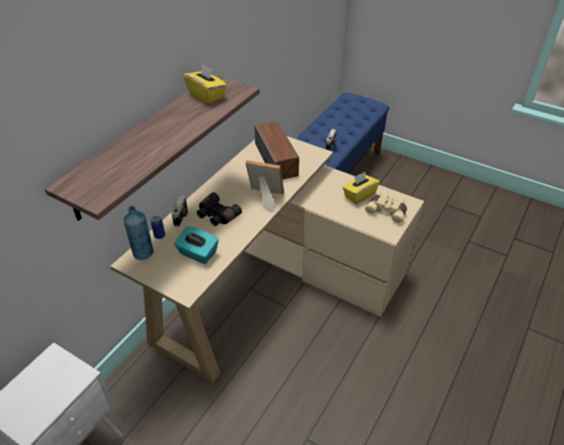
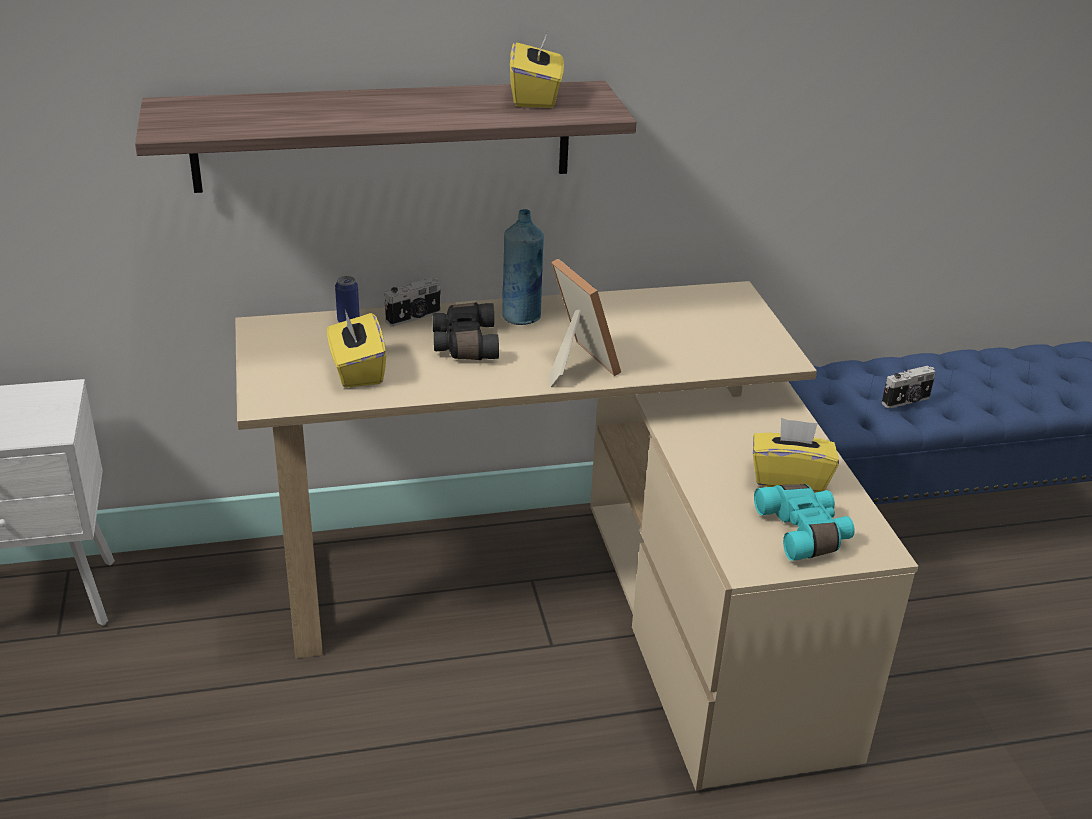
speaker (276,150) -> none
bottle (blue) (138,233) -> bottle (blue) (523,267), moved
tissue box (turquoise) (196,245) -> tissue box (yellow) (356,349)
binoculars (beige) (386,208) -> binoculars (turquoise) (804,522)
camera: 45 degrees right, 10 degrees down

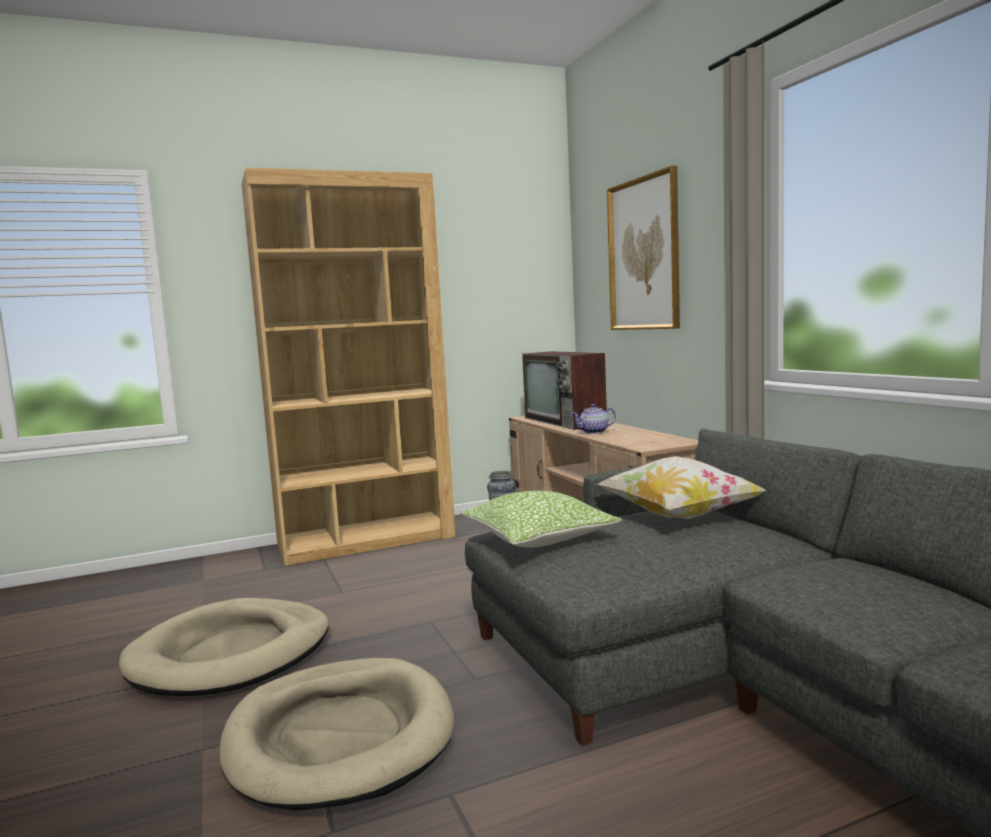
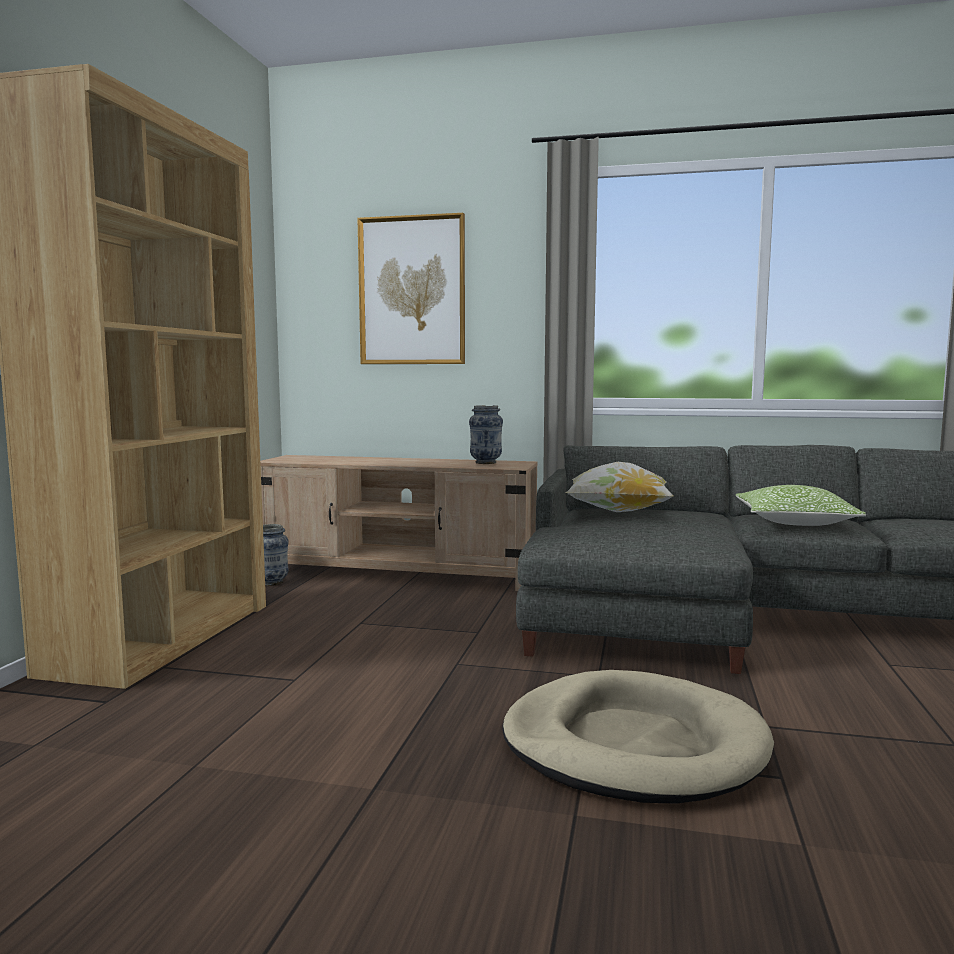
dog bed (beige) (224,647) -> none
television (564,390) -> none
teapot (593,419) -> none
none -> vase (486,434)
pillow (541,519) -> pillow (800,505), moved
camera: 55 degrees left, 0 degrees up

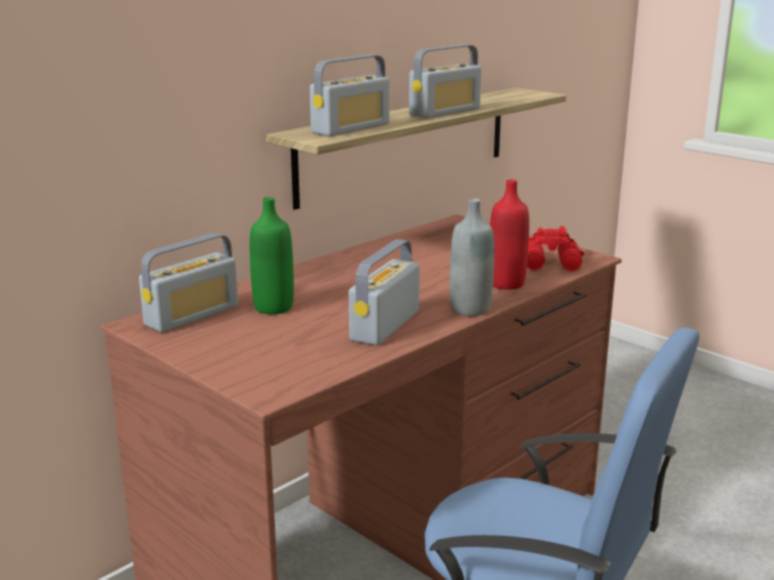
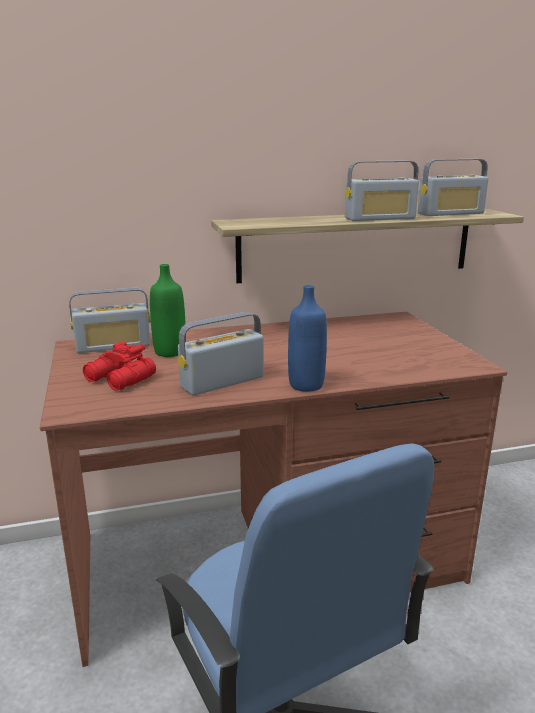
bottle (red) (509,235) -> none
radio (349,95) -> radio (453,187), moved
binoculars (red) (555,249) -> binoculars (red) (119,366), moved
bottle (grey) (472,257) -> bottle (blue) (307,338)
camera: 30 degrees right, 0 degrees up

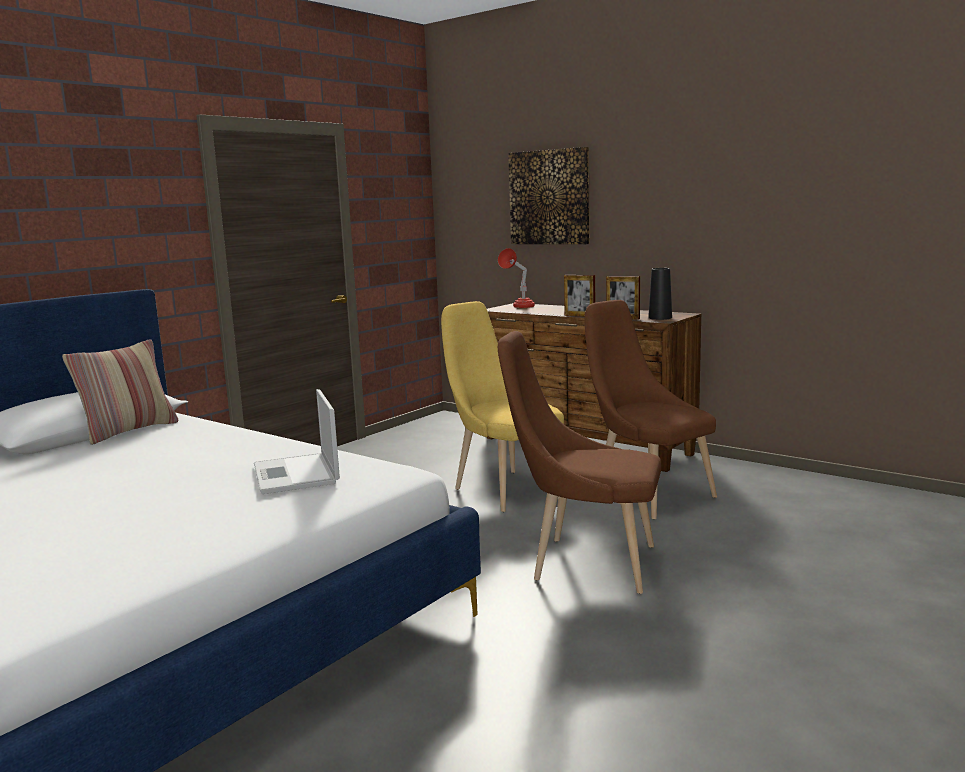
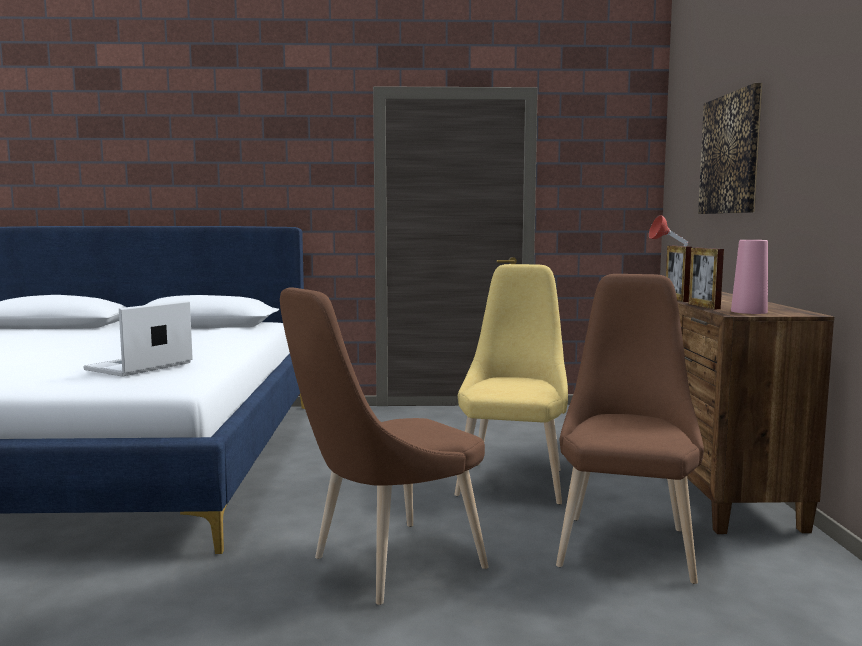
pillow (120,392) -> none
vase (black) (660,294) -> vase (pink) (749,277)
chair (brown) (579,462) -> chair (brown) (384,446), 105 degrees counterclockwise
camera: 50 degrees right, 5 degrees down

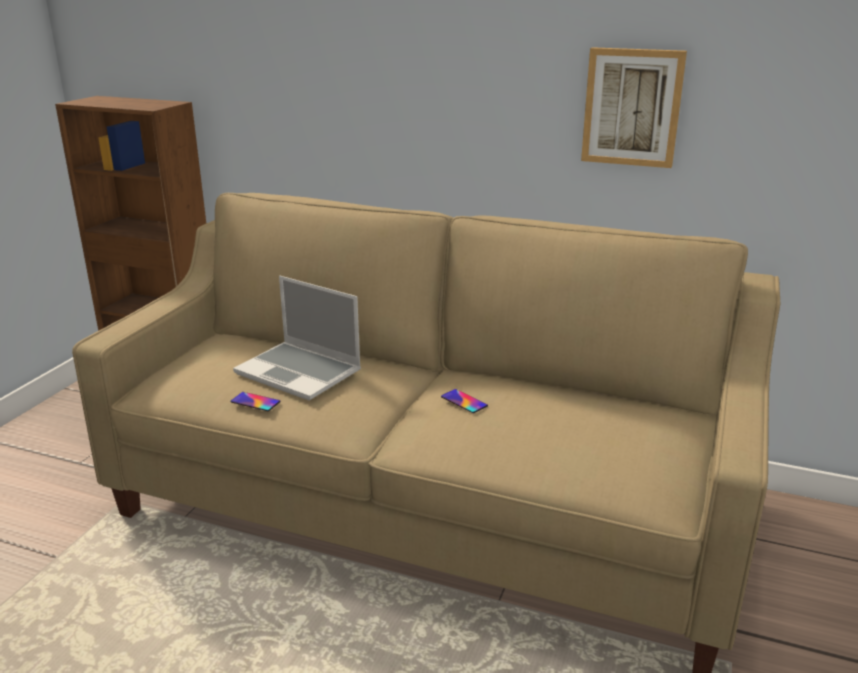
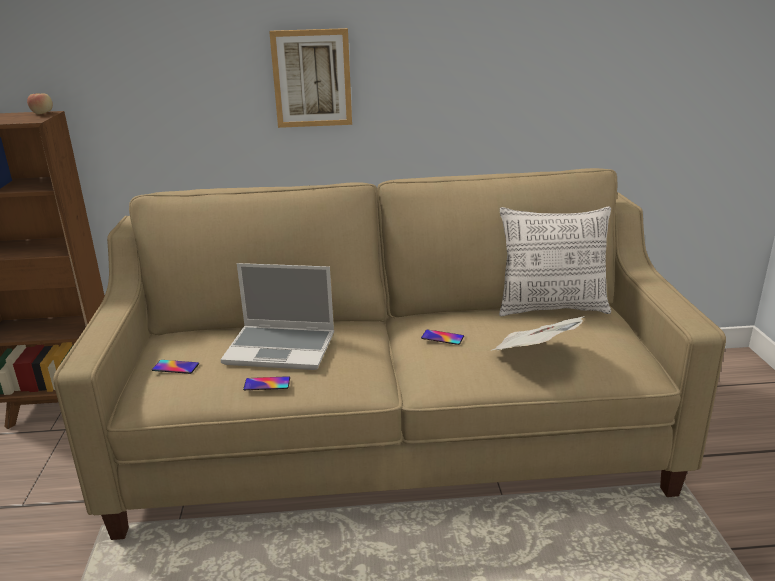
none -> apple (40,104)
none -> phone (175,367)
none -> newspaper (538,333)
none -> pillow (555,261)
picture (634,107) -> picture (310,78), moved
camera: 25 degrees left, 0 degrees up

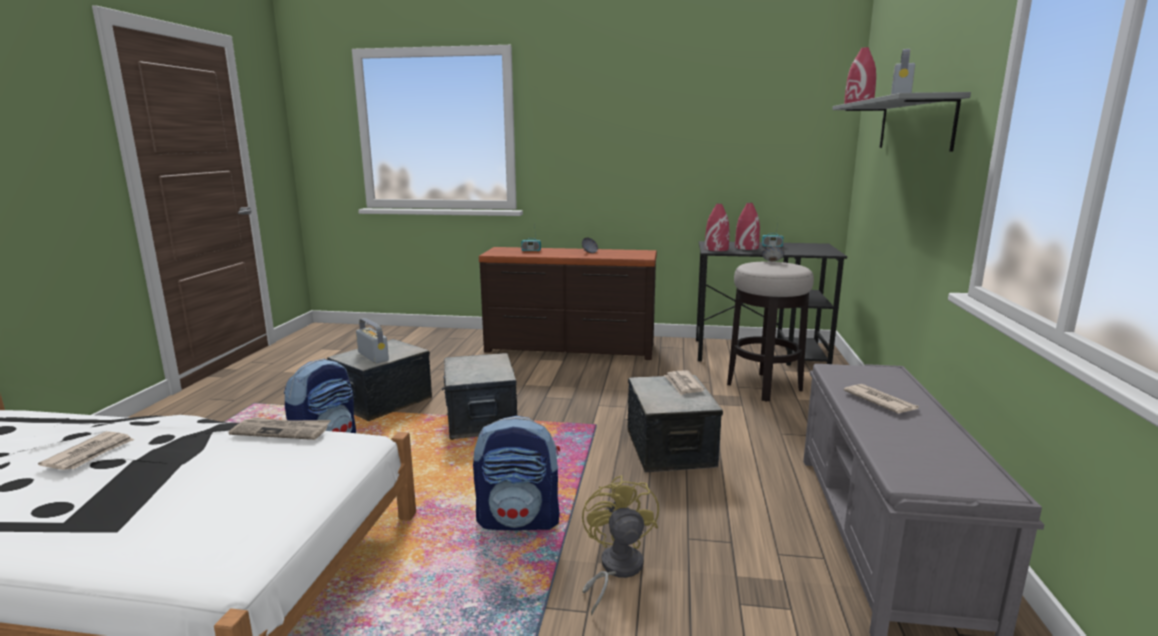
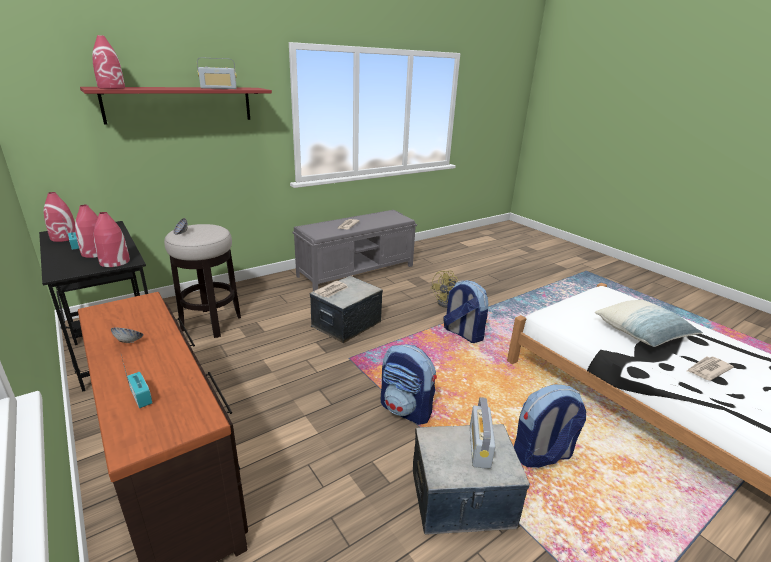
newspaper (280,429) -> none
none -> vase (red) (59,217)
none -> pillow (649,323)
storage box (479,396) -> backpack (409,384)
shelf (grey) (901,122) -> shelf (red) (176,106)
camera: 135 degrees left, 10 degrees up

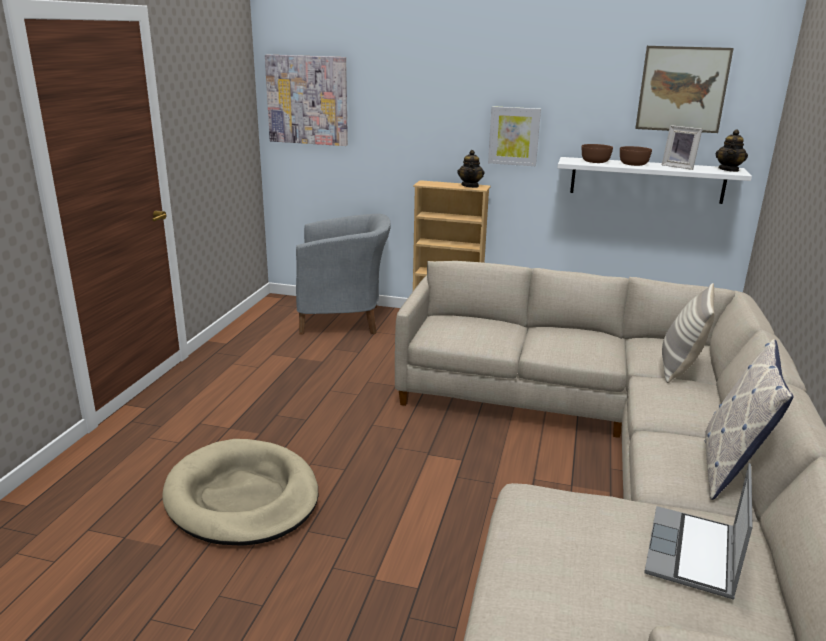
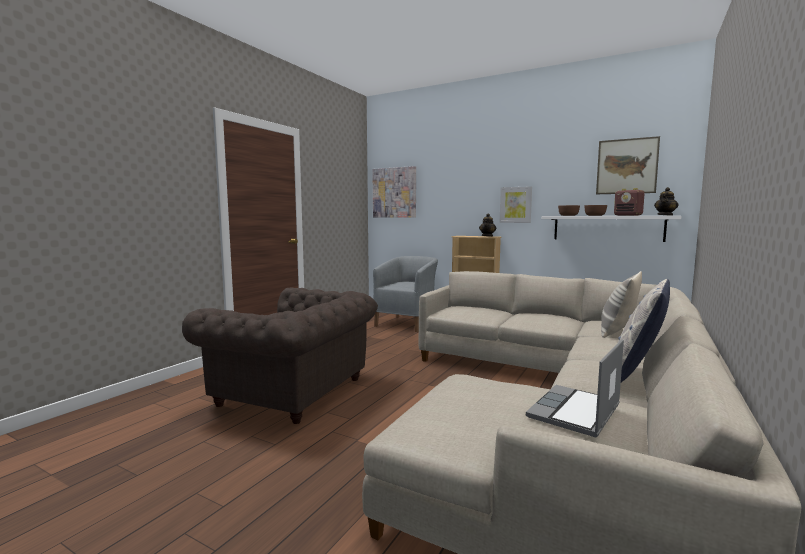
dog bed (beige) (240,492) -> armchair (brown) (280,355)
picture frame (682,147) -> radio (629,202)
armchair (grey) (343,274) -> armchair (grey) (405,294), 75 degrees counterclockwise
camera: 15 degrees right, 15 degrees down

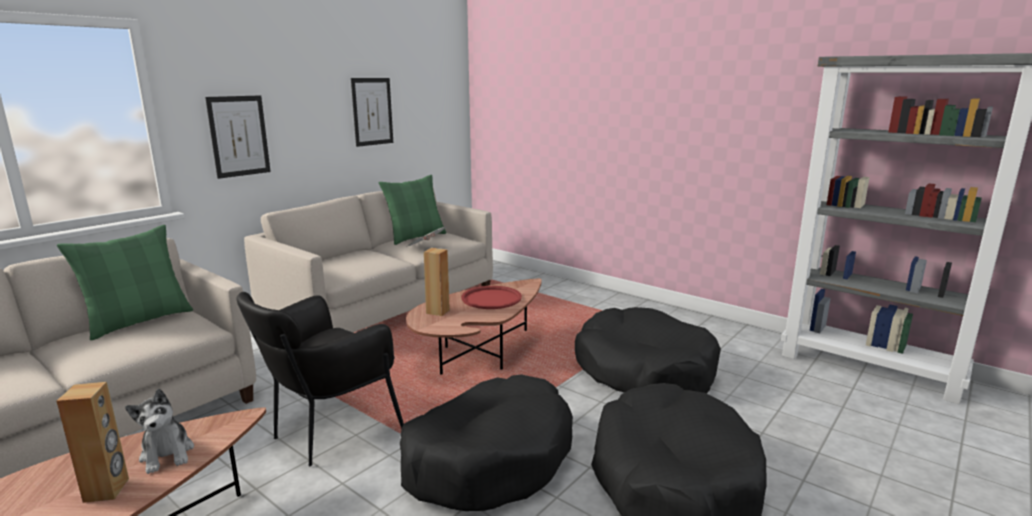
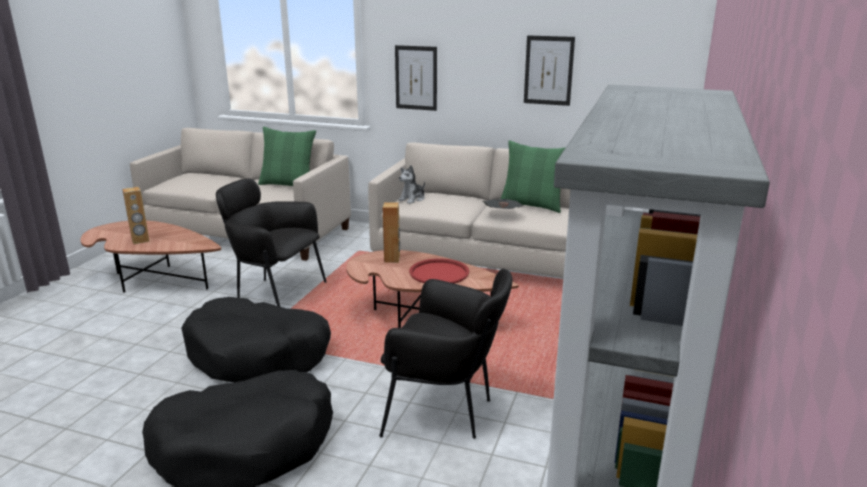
plush toy (159,431) -> plush toy (411,184), moved
dog bed (black) (648,350) -> armchair (black) (445,354)
camera: 70 degrees right, 5 degrees up

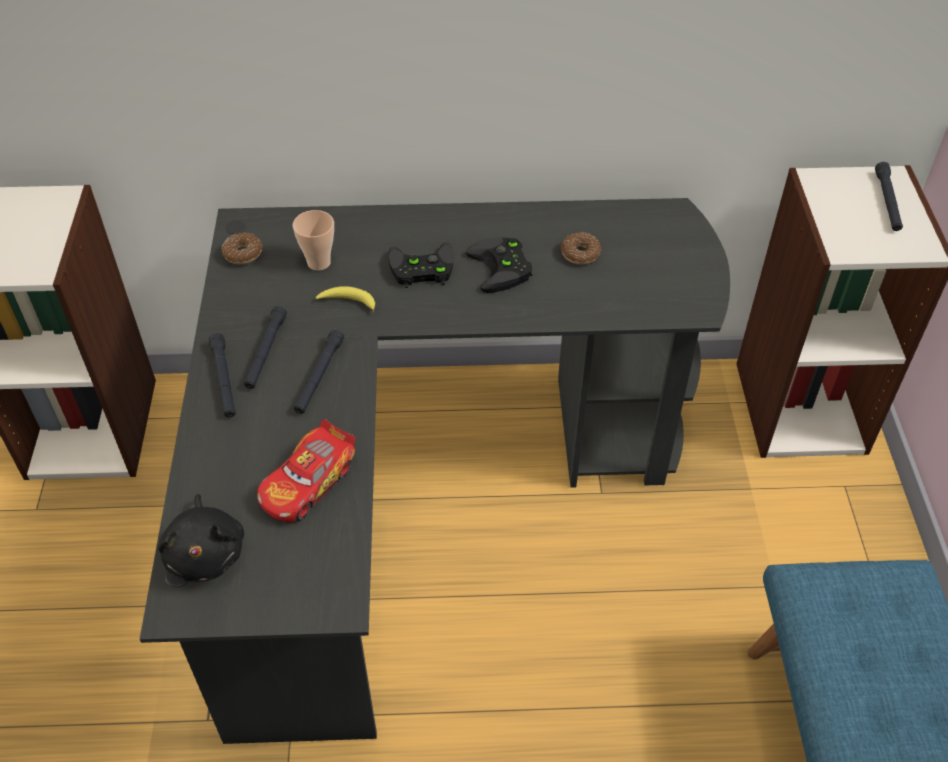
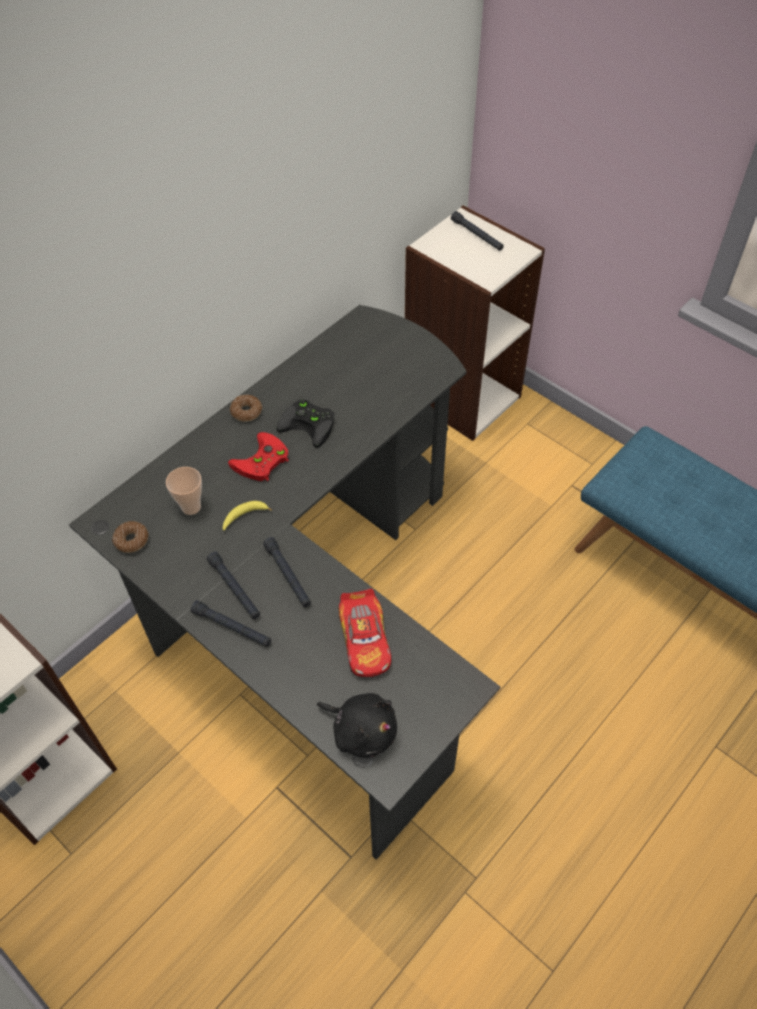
donut (581,248) -> donut (246,408), moved
game controller (black) (421,265) -> game controller (red) (258,456)
camera: 45 degrees left, 5 degrees up

